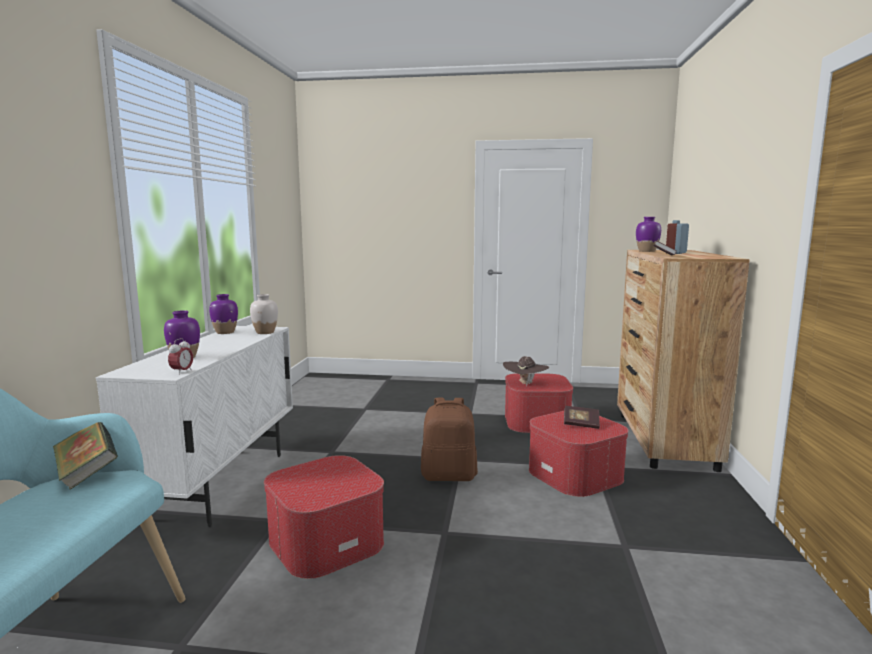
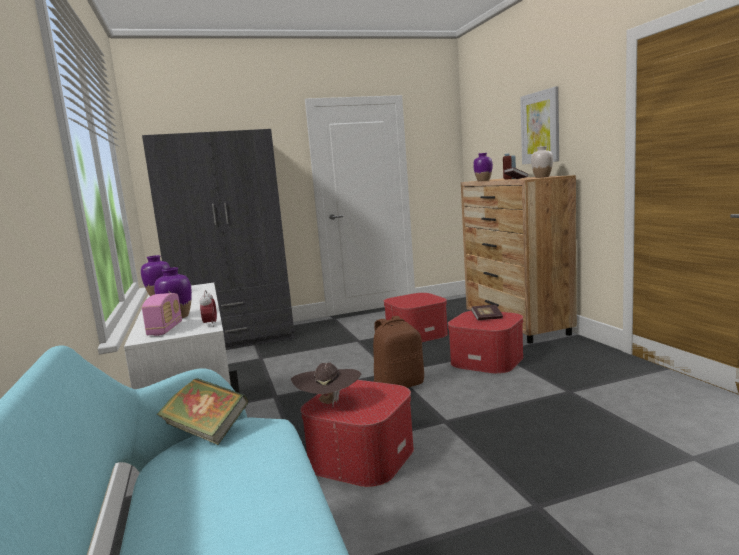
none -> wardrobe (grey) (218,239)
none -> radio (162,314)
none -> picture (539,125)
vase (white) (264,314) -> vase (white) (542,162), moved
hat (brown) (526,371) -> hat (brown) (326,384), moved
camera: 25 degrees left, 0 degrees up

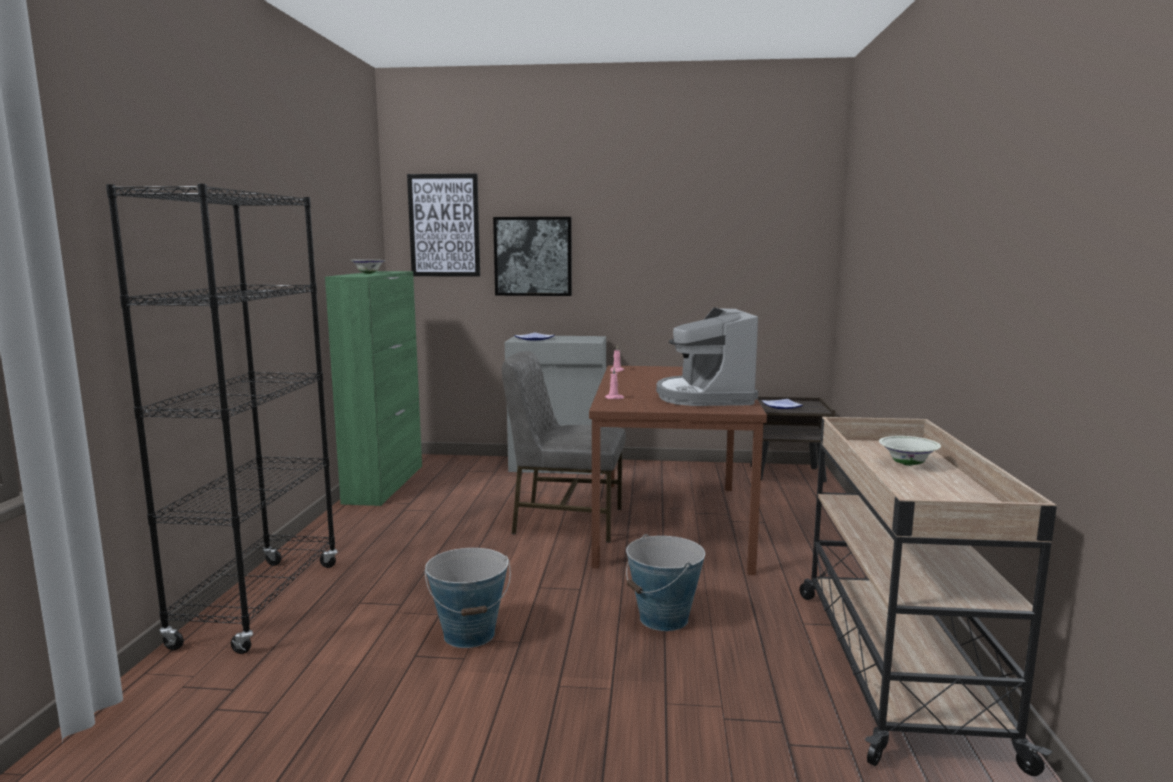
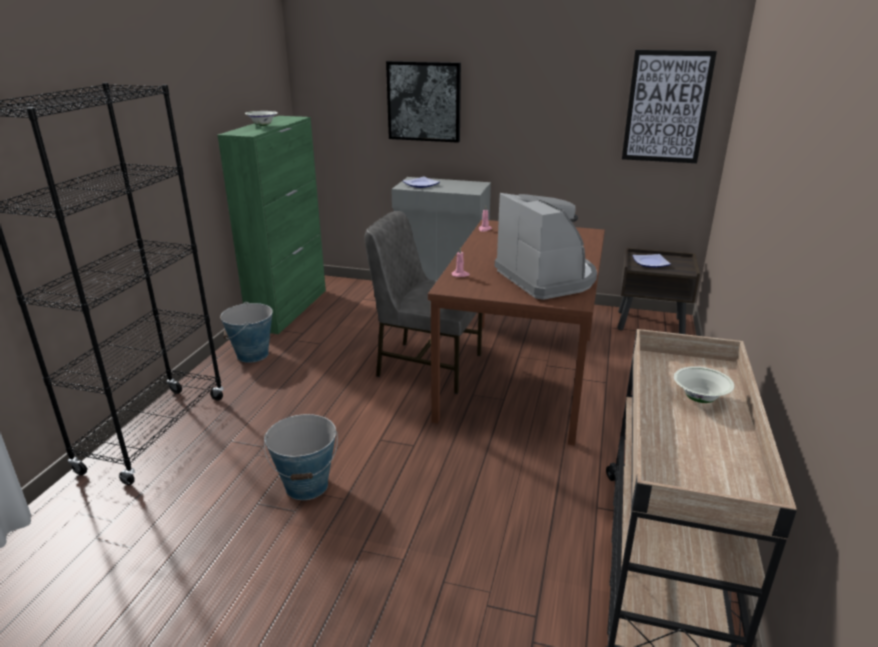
picture (443,225) -> picture (669,106), moved
bucket (665,582) -> bucket (246,332), moved
coffee machine (707,356) -> coffee machine (546,246), 150 degrees clockwise
camera: 10 degrees right, 15 degrees up

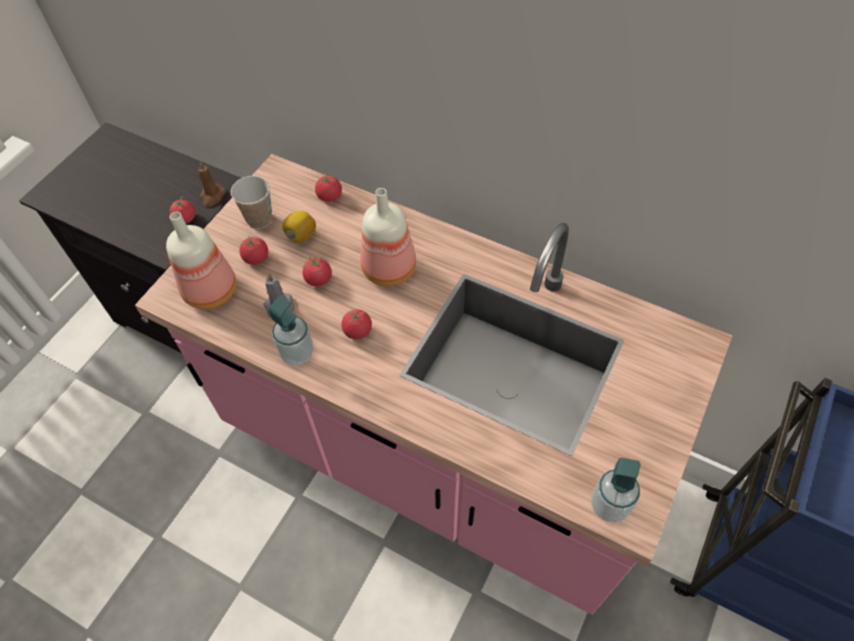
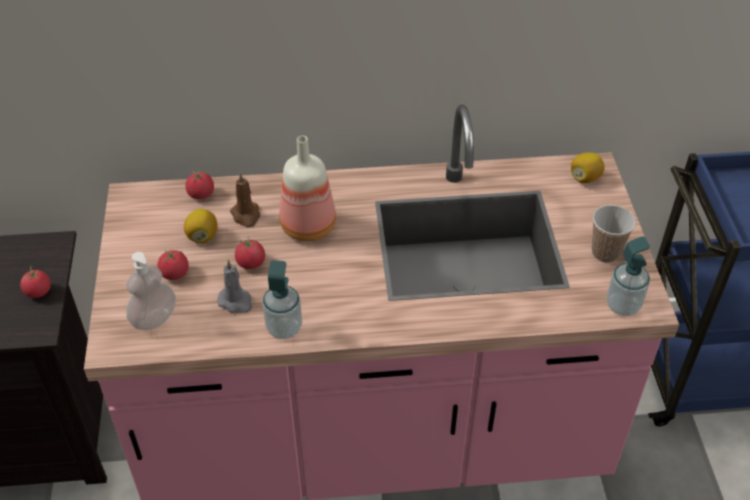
tomato (356,324) -> none
none -> lemon (588,167)
candle (brown) (212,184) -> candle (brown) (245,199), moved
cup (251,202) -> cup (614,234), moved
bottle (201,261) -> soap dispenser (151,291)
camera: 35 degrees left, 10 degrees down

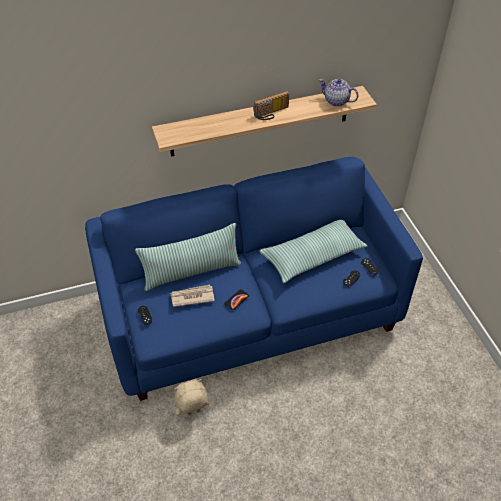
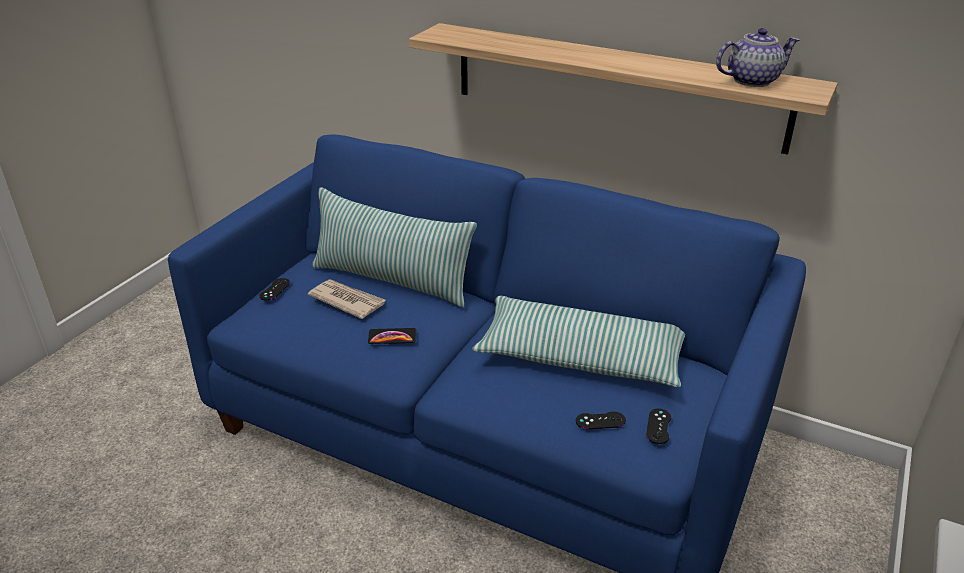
plush toy (beige) (192,397) -> none
radio (271,105) -> none
teapot (339,92) -> teapot (758,57), 90 degrees clockwise
camera: 45 degrees right, 15 degrees down

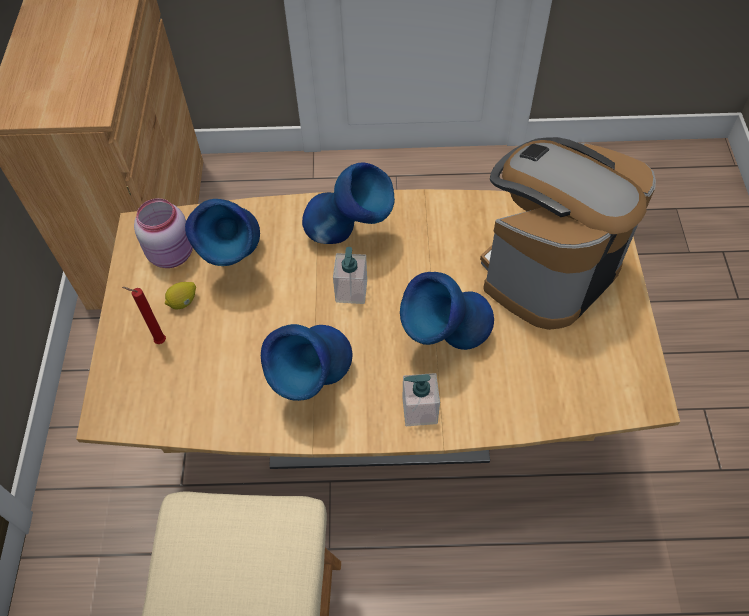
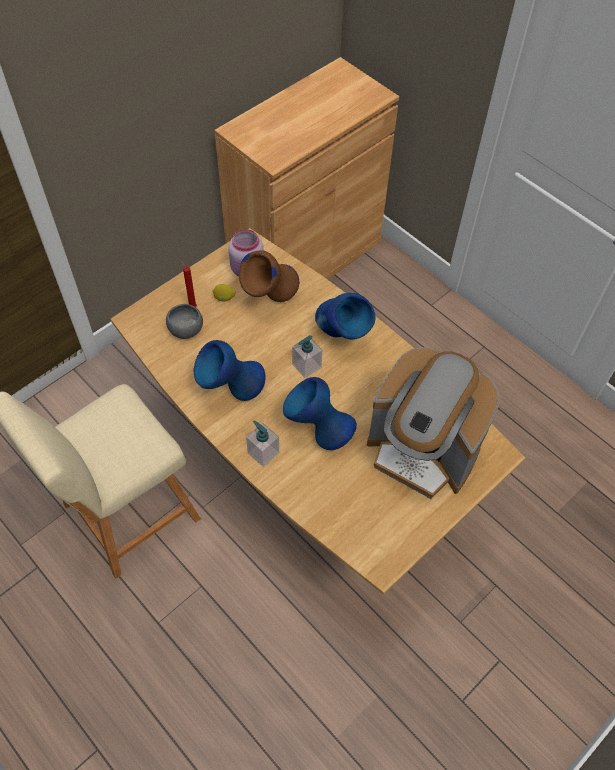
none -> bowl (grey) (184,321)
vase (blue) (222,232) -> vase (brown) (269,276)
coffee machine (568,233) -> coffee machine (433,423), 150 degrees counterclockwise
camera: 45 degrees right, 0 degrees up

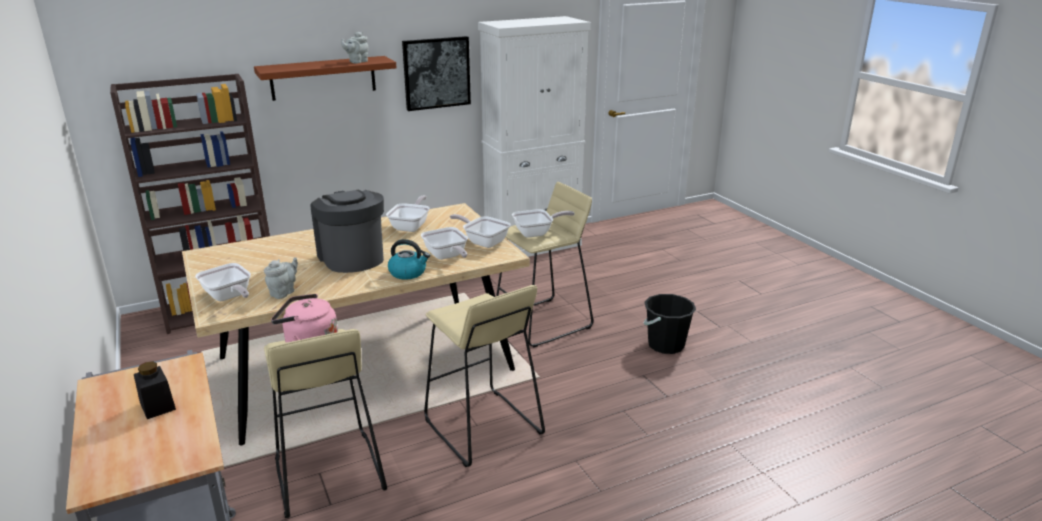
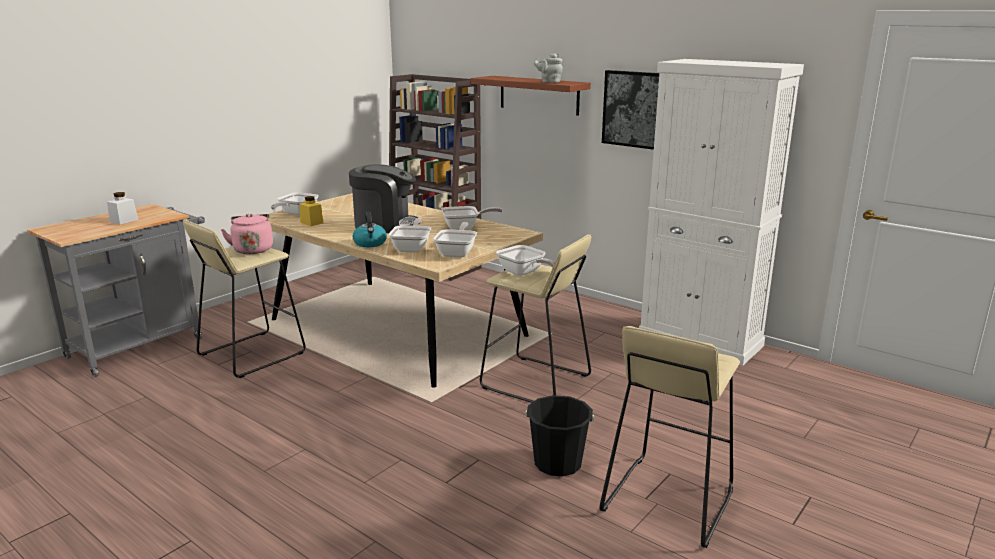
stool (beige) (484,376) -> stool (beige) (670,437), moved
teapot (grey) (281,278) -> jar (yellow) (312,211)
jar (black) (155,390) -> jar (white) (122,208)
coffee machine (347,231) -> coffee machine (384,198), 60 degrees clockwise
frying pan (444,243) -> frying pan (410,235), 150 degrees clockwise
camera: 65 degrees right, 5 degrees down

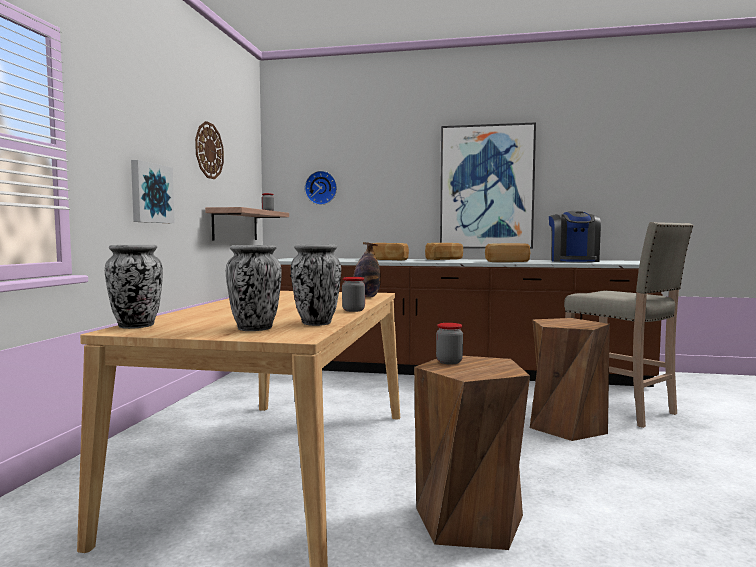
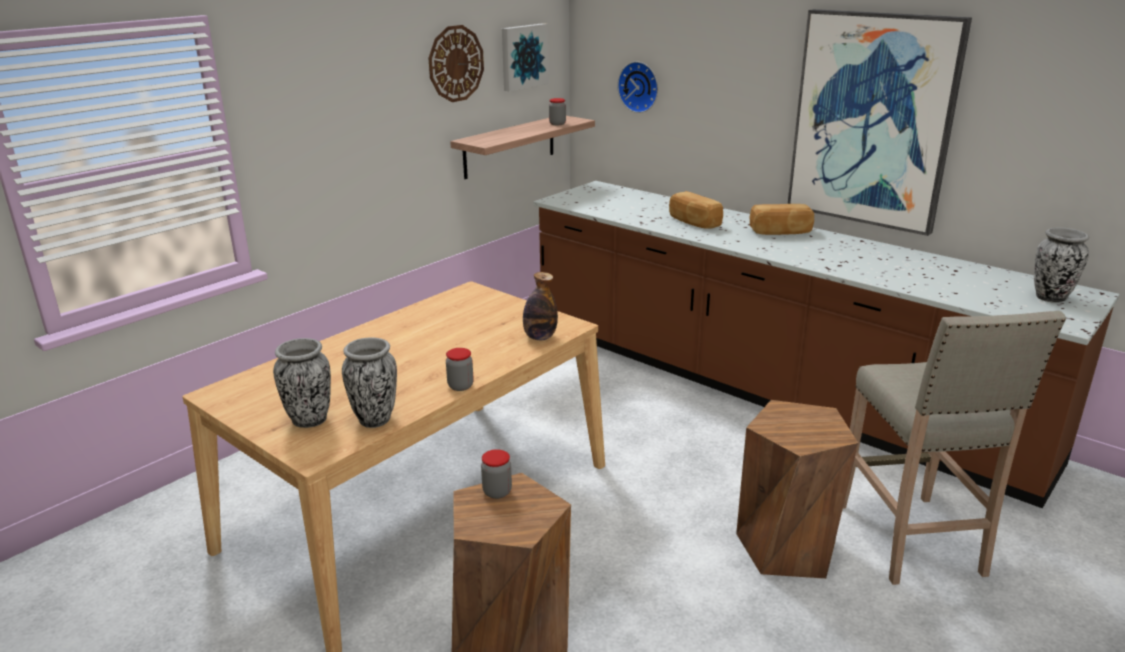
bread (507,252) -> none
coffee machine (575,236) -> none
vase (134,287) -> vase (1061,265), moved
picture (153,191) -> picture (525,57), moved
camera: 30 degrees right, 20 degrees up

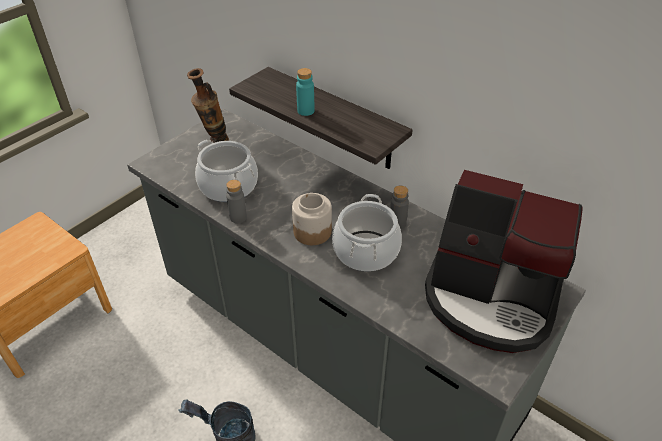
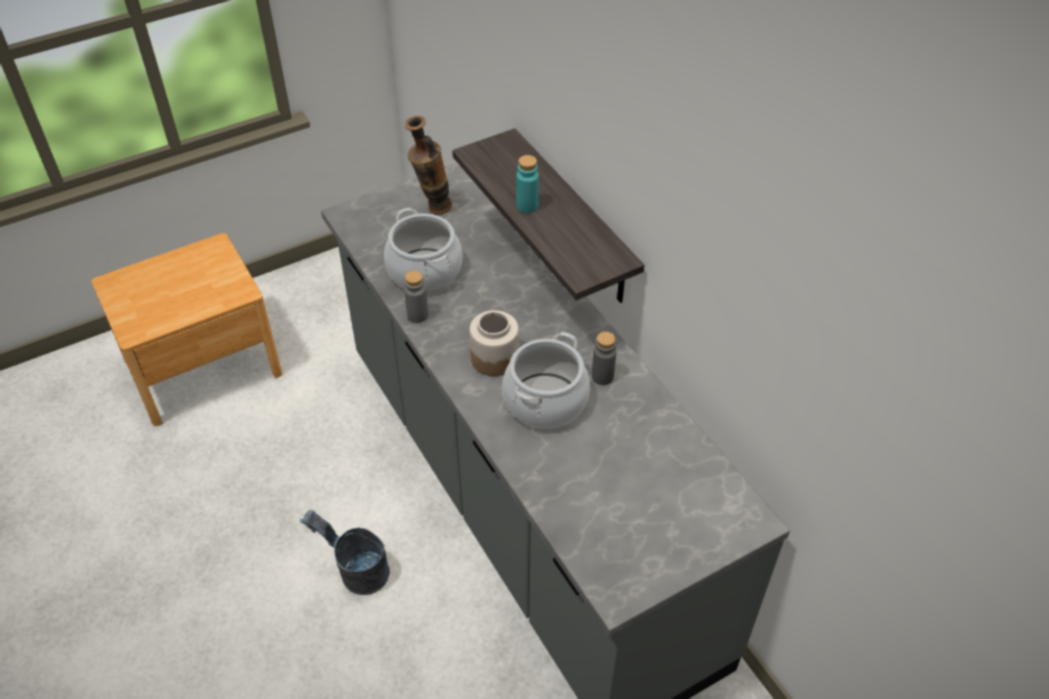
coffee machine (504,261) -> none
camera: 20 degrees right, 5 degrees up

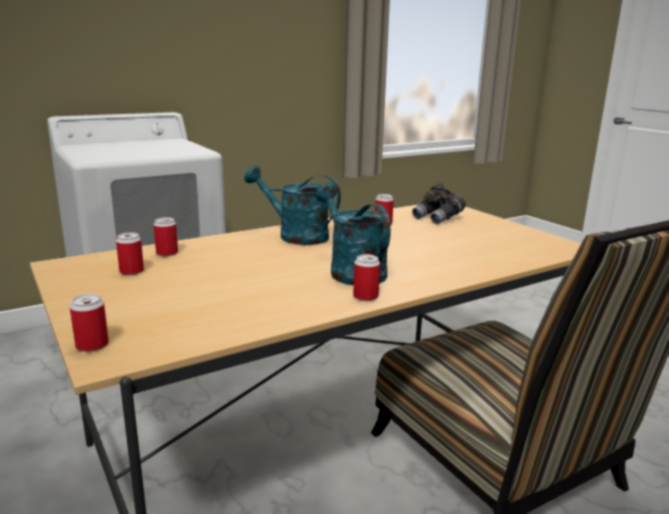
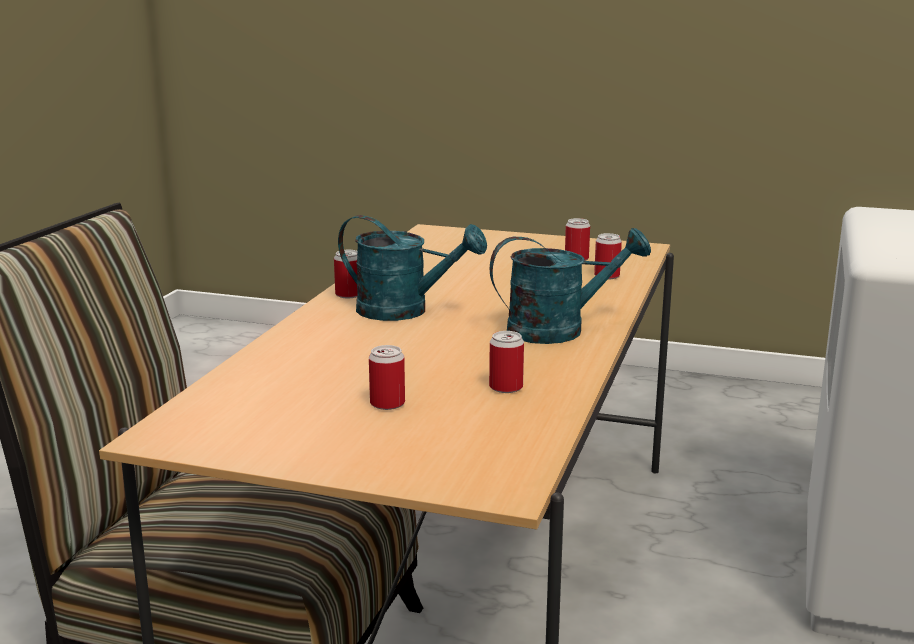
binoculars (grey) (439,204) -> none
can (89,323) -> can (387,377), moved
camera: 140 degrees right, 0 degrees up

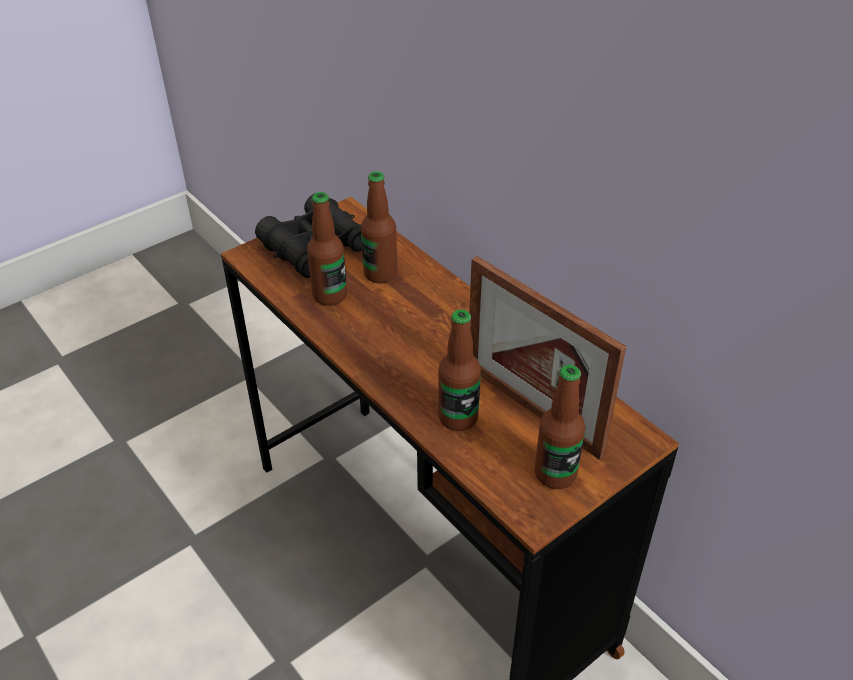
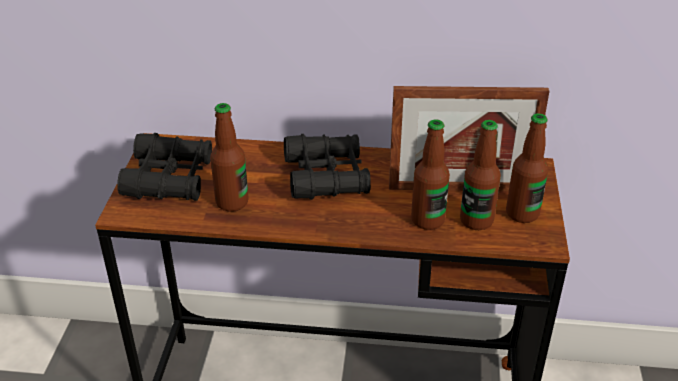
none -> binoculars (black) (327,167)
bottle (379,227) -> bottle (480,175), moved
camera: 45 degrees left, 5 degrees down

